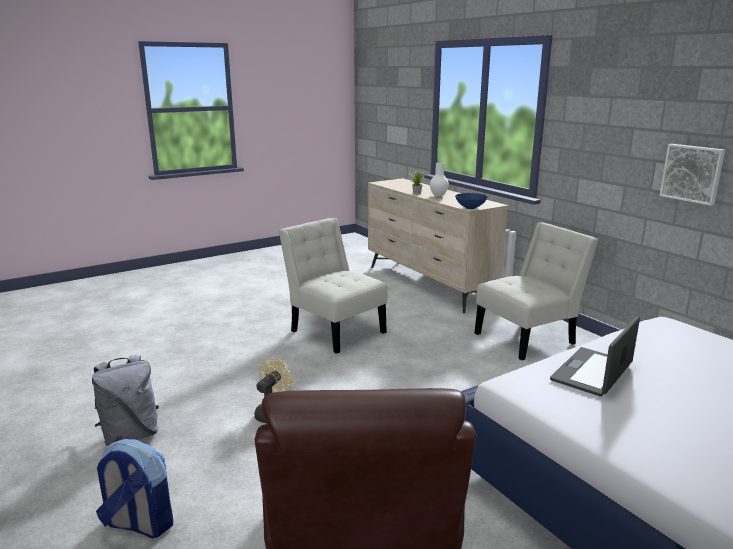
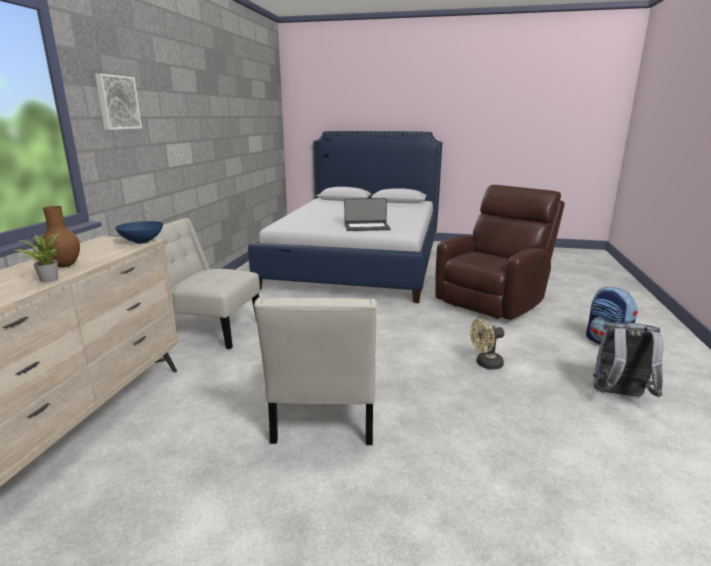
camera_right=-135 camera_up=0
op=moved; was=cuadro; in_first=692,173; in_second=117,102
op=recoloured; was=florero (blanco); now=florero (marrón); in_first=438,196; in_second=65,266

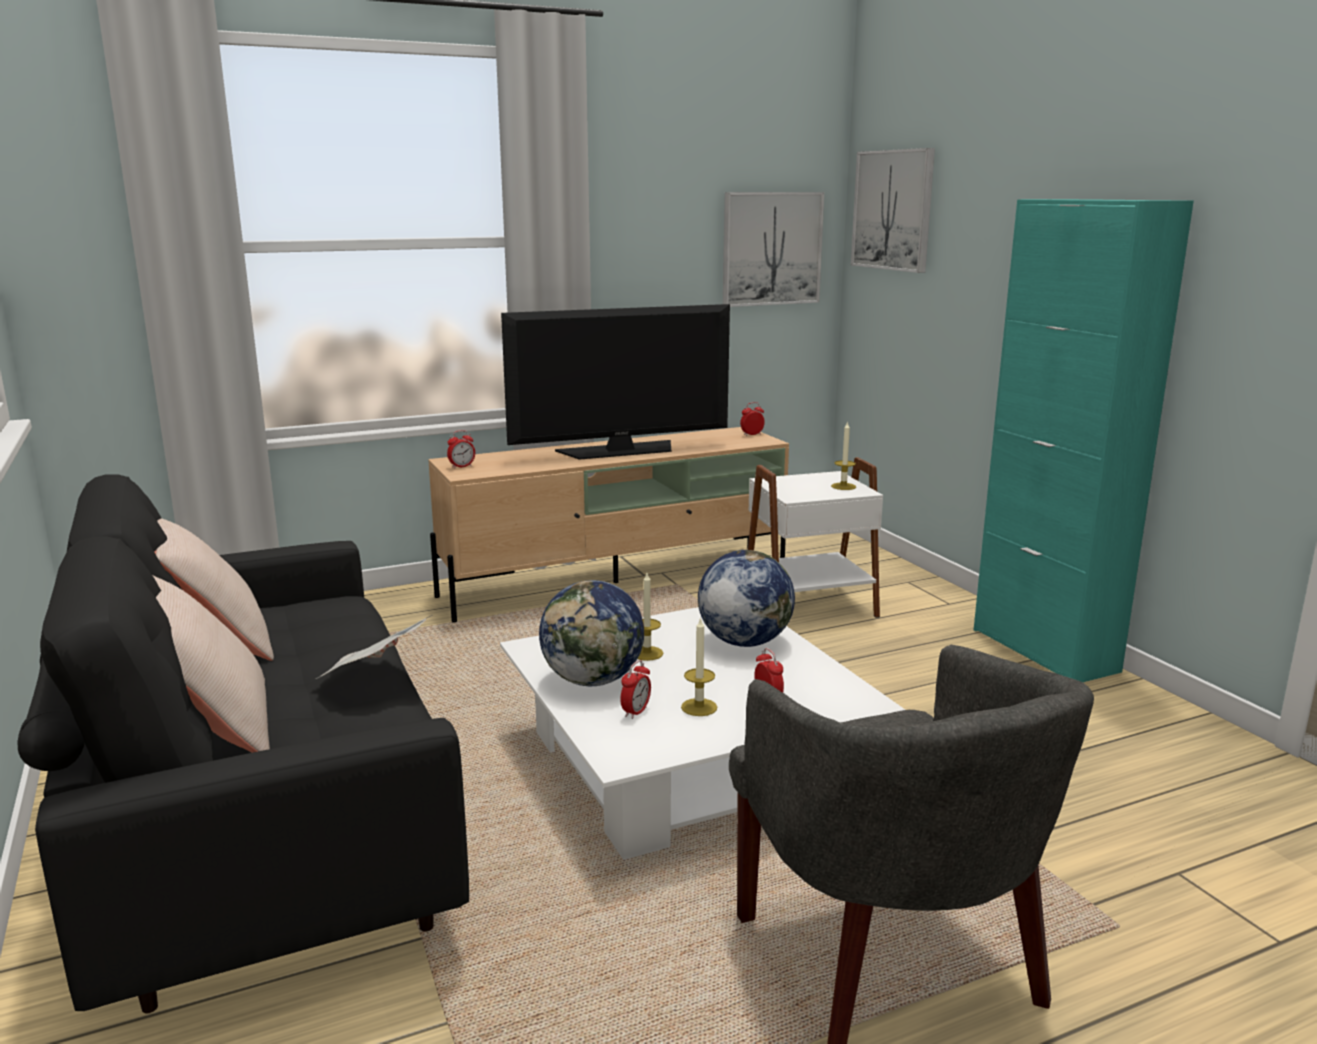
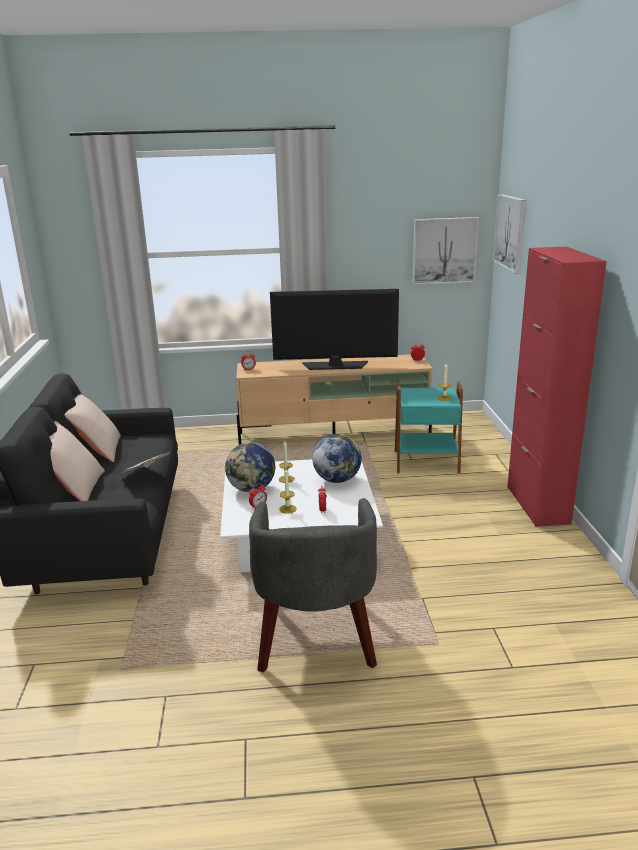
camera_right=20 camera_up=5
op=recoloured; was=mesa auxiliar (blanco); now=mesa auxiliar (turquesa); in_first=808,605; in_second=426,461
op=recoloured; was=armario (turquesa); now=armario (rojo); in_first=1044,650; in_second=537,505

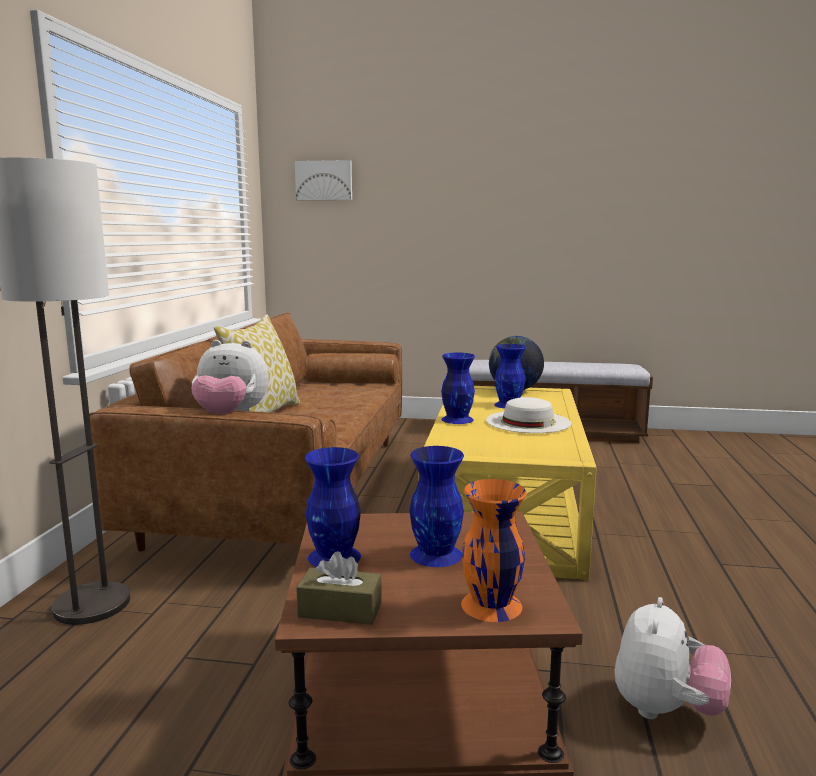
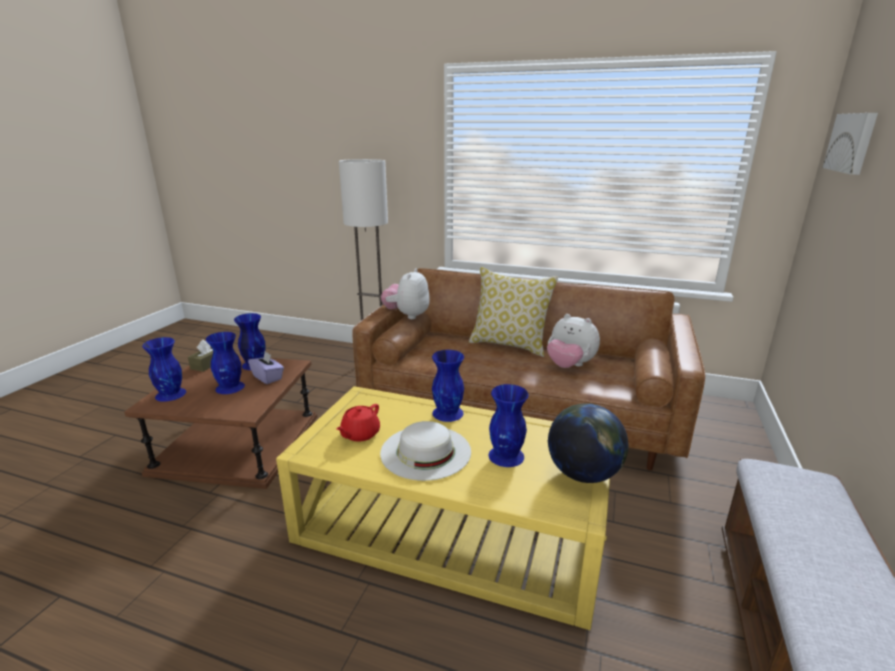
camera_right=100 camera_up=10
op=added; now=caja de pañuelos (morado); in_second=268,377
op=added; now=tetera (rojo); in_second=360,434
op=moved; was=peluche; in_first=665,710; in_second=569,366
op=recoloured; was=florero (naranja); now=florero (azul); in_first=490,605; in_second=171,394

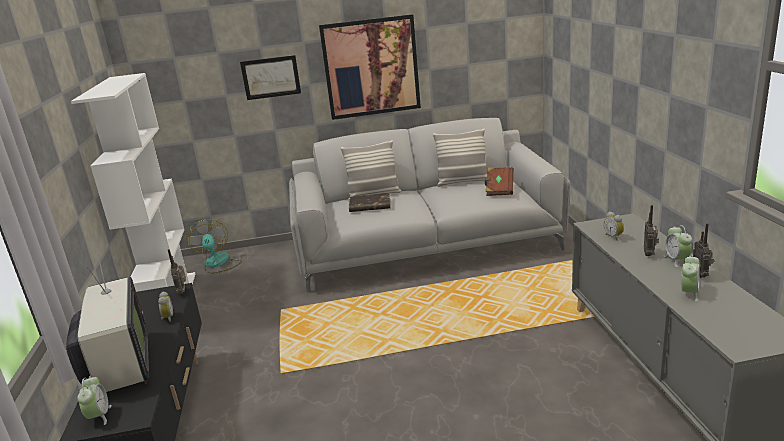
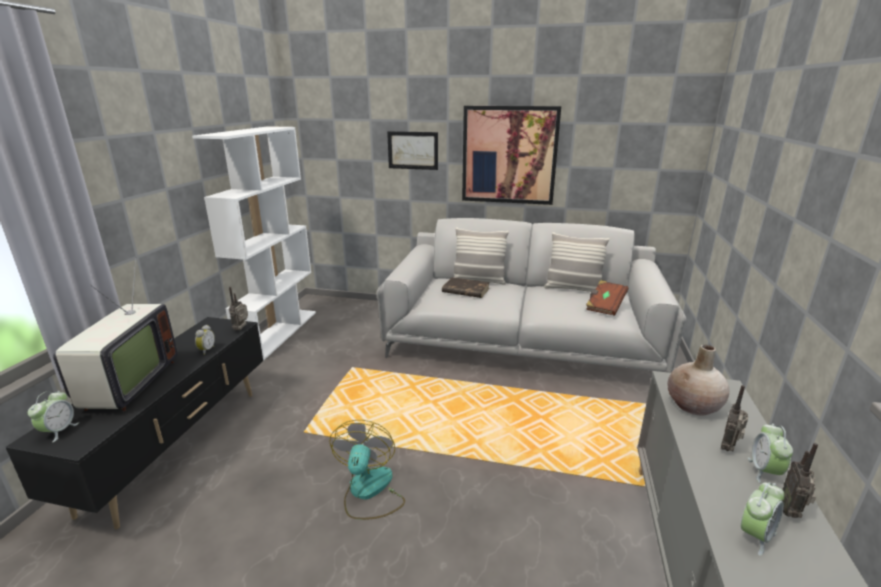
camera_right=20 camera_up=0
op=moved; was=ventilador; in_first=218,264; in_second=368,492
op=replaced; was=despertador; now=florero (beis); in_first=614,237; in_second=693,406

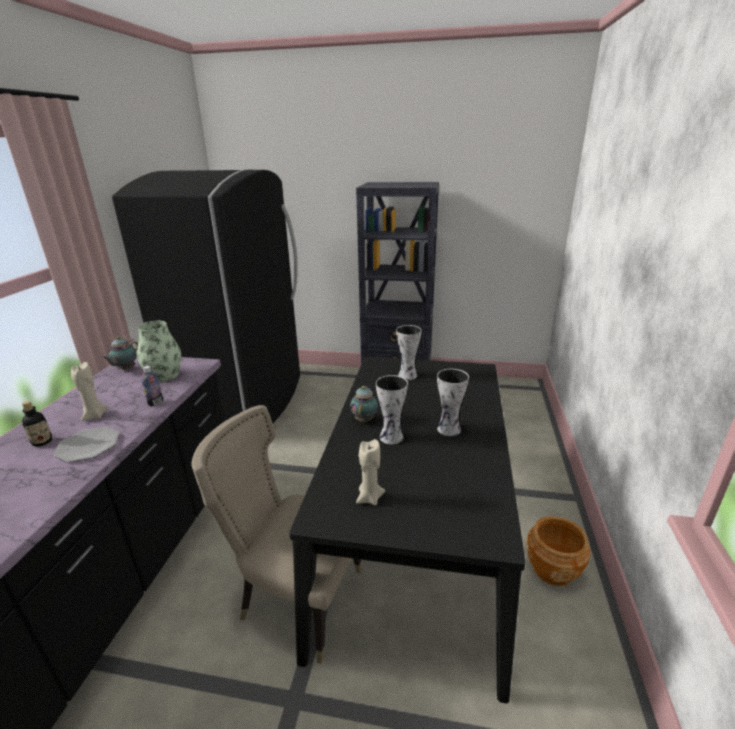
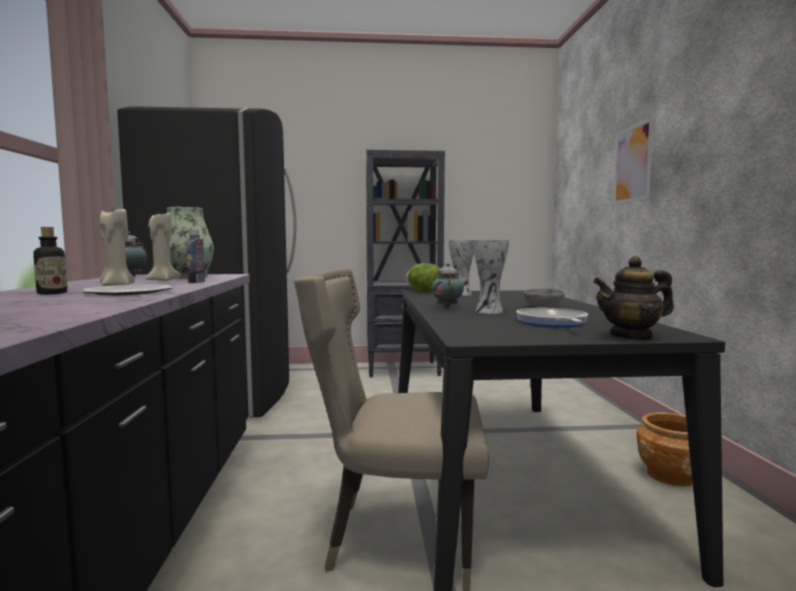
camera_right=-15 camera_up=-20
op=added; now=lechuga; in_second=423,292
op=added; now=sartén; in_second=552,322
op=added; now=tetera; in_second=631,336
op=added; now=cuadro; in_second=633,164
op=moved; was=vela (beis); in_first=369,498; in_second=162,280
op=replaced; was=florero; now=cuenco (gris); in_first=449,430; in_second=544,307

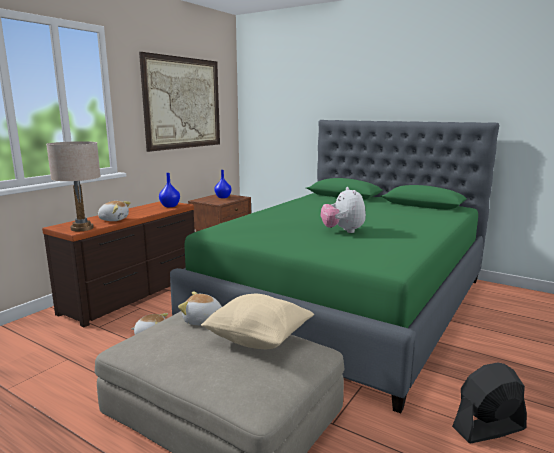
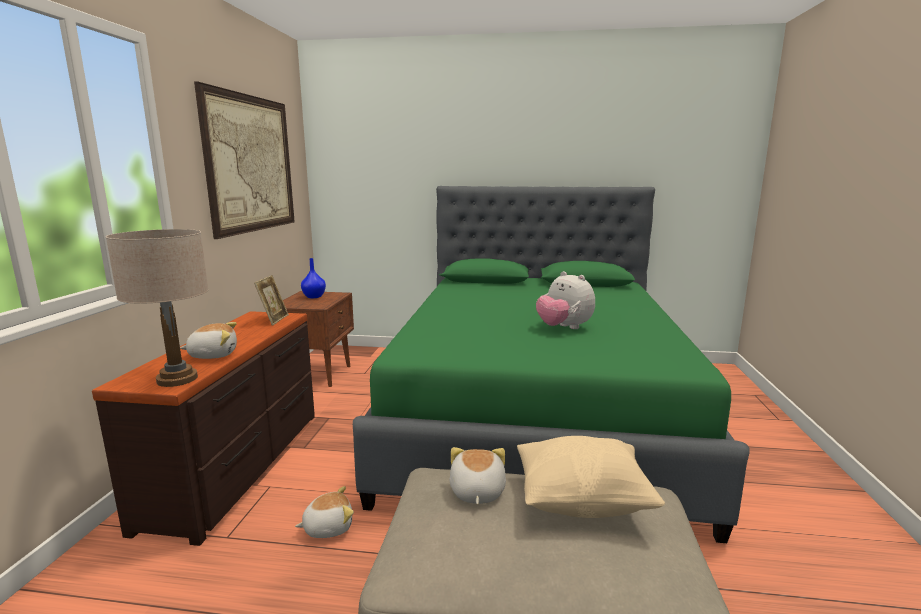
camera_right=-25 camera_up=0
op=removed; was=ventilador (negro); in_first=488,428
op=replaced; was=florero (azul); now=portarretratos; in_first=170,206; in_second=274,320
op=turned; was=peluche; in_first=203,321; in_second=476,492; clockwise=105

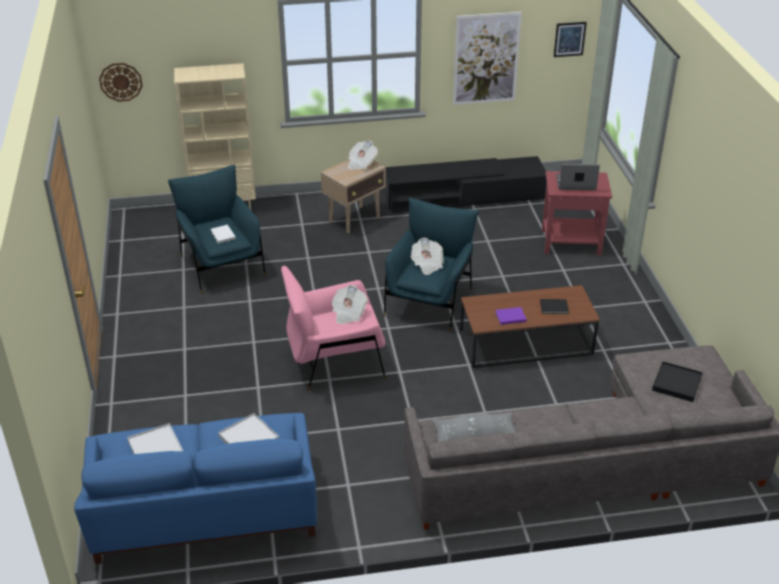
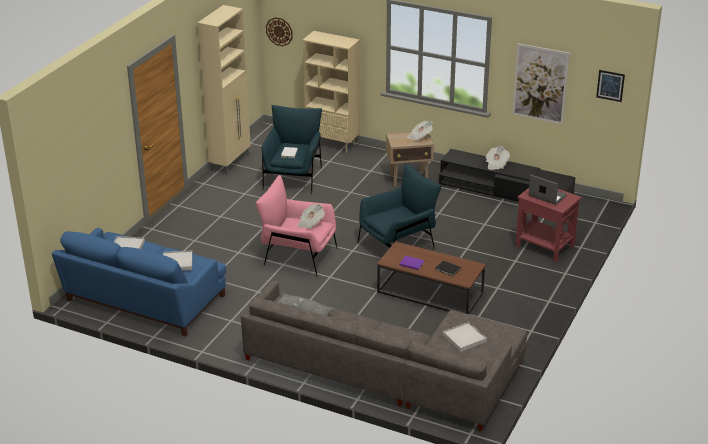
camera_right=35 camera_up=-5
op=added; now=armario (beis); in_second=230,163
op=moved; was=periódico; in_first=427,264; in_second=496,164
op=recoloured; was=bandeja (negro); now=bandeja (blanco); in_first=677,383; in_second=464,338

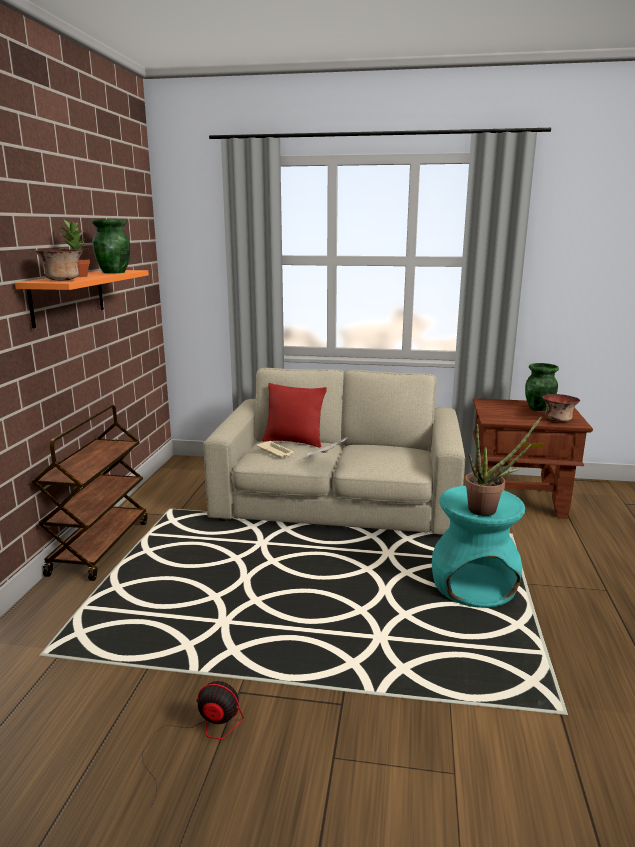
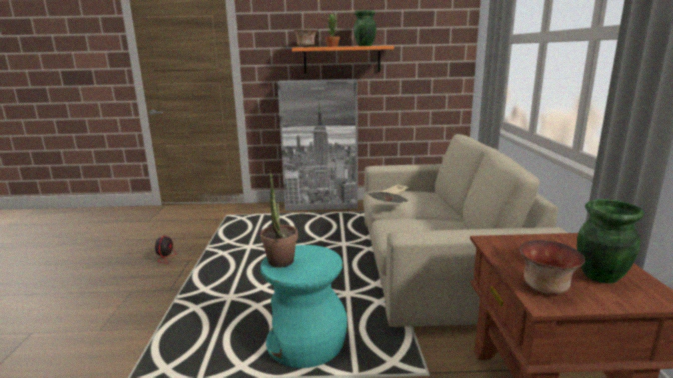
camera_right=80 camera_up=0
op=removed; was=cojín (rojo); in_first=294,441
op=replaced; was=carrito (marrón); now=armario (gris); in_first=100,547; in_second=322,205

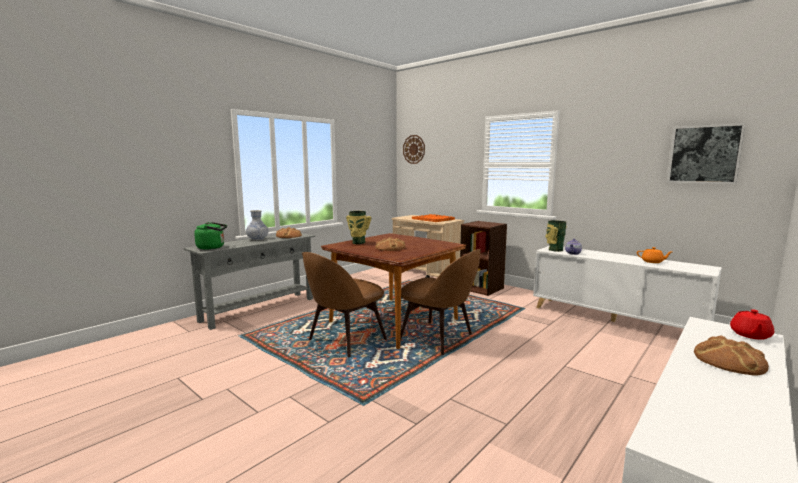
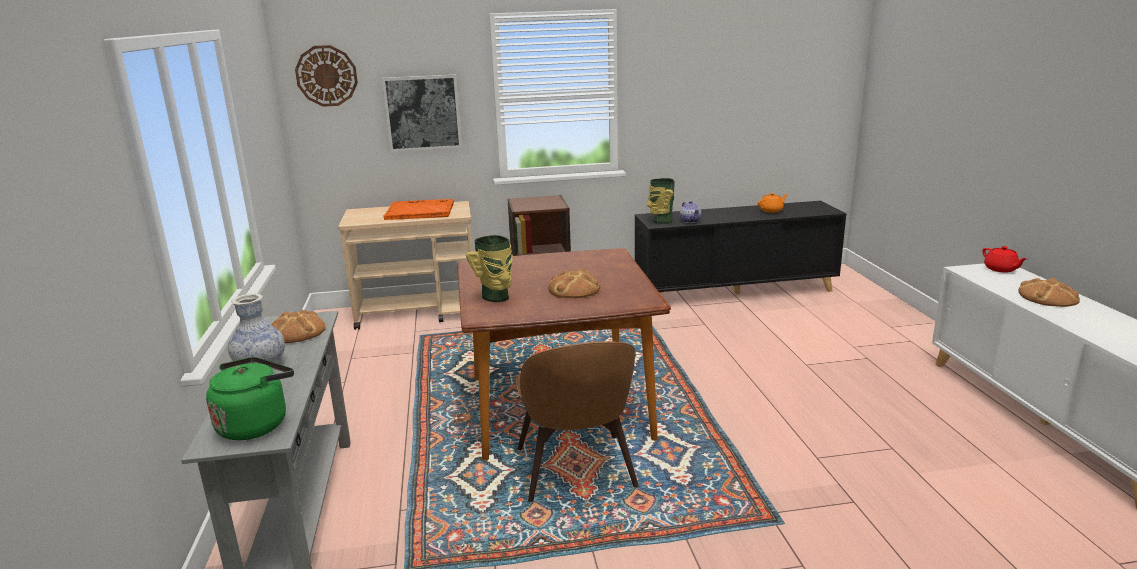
camera_right=-50 camera_up=10
op=removed; was=silla (marrón); in_first=438,339
op=moved; was=cuadro; in_first=704,154; in_second=423,113
op=recoloured; was=armario (blanco); now=armario (negro); in_first=614,320; in_second=735,291

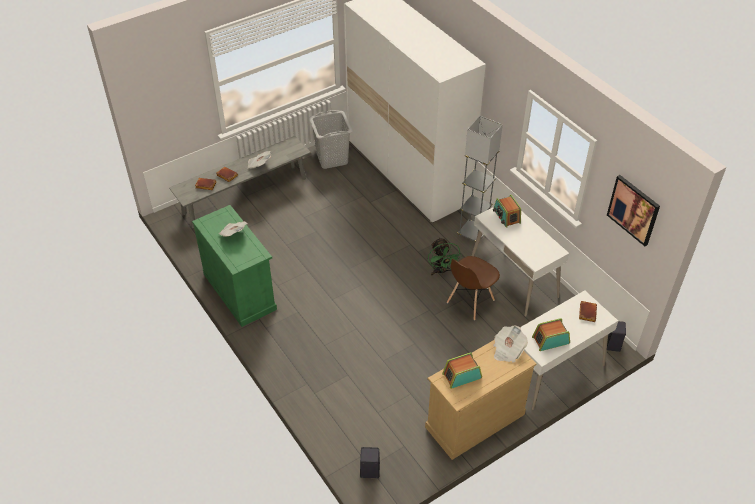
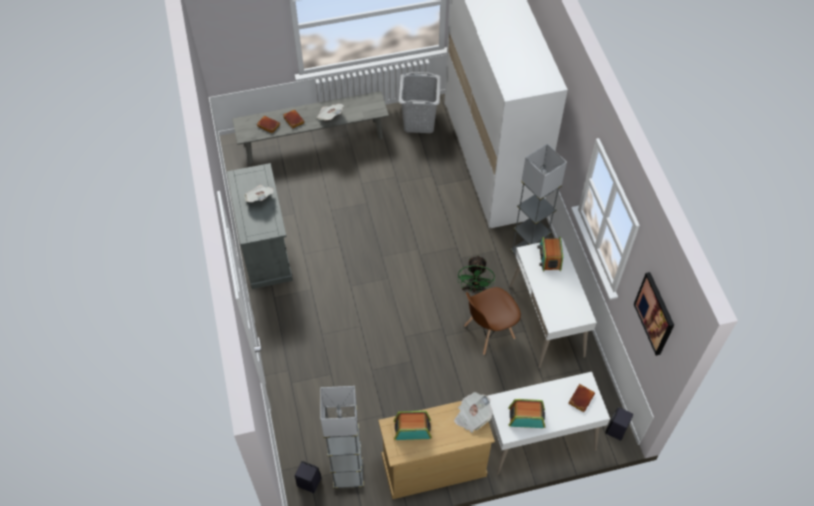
camera_right=20 camera_up=10
op=added; now=lámpara de pie (gris); in_second=348,474
op=recoloured; was=armario (verde); now=armario (gris); in_first=240,291; in_second=265,249

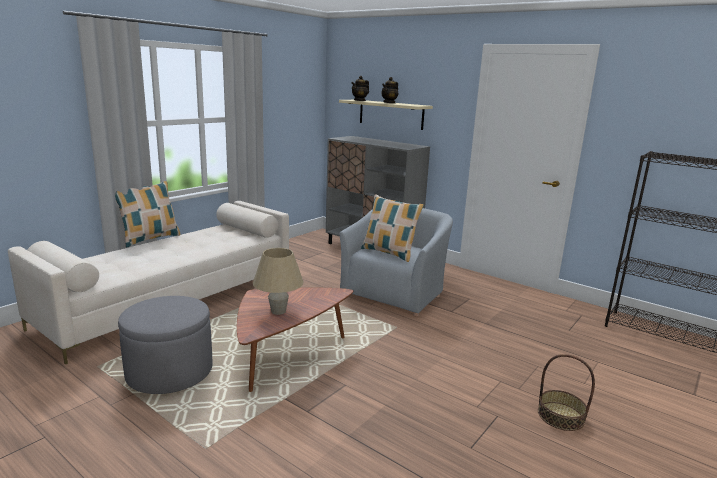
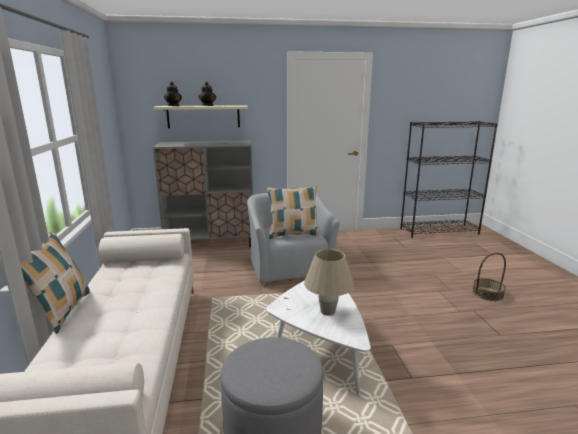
camera_right=-45 camera_up=0
op=recoloured; was=mesa de centro (marrón); now=mesa de centro (blanco); in_first=285,354; in_second=319,350

